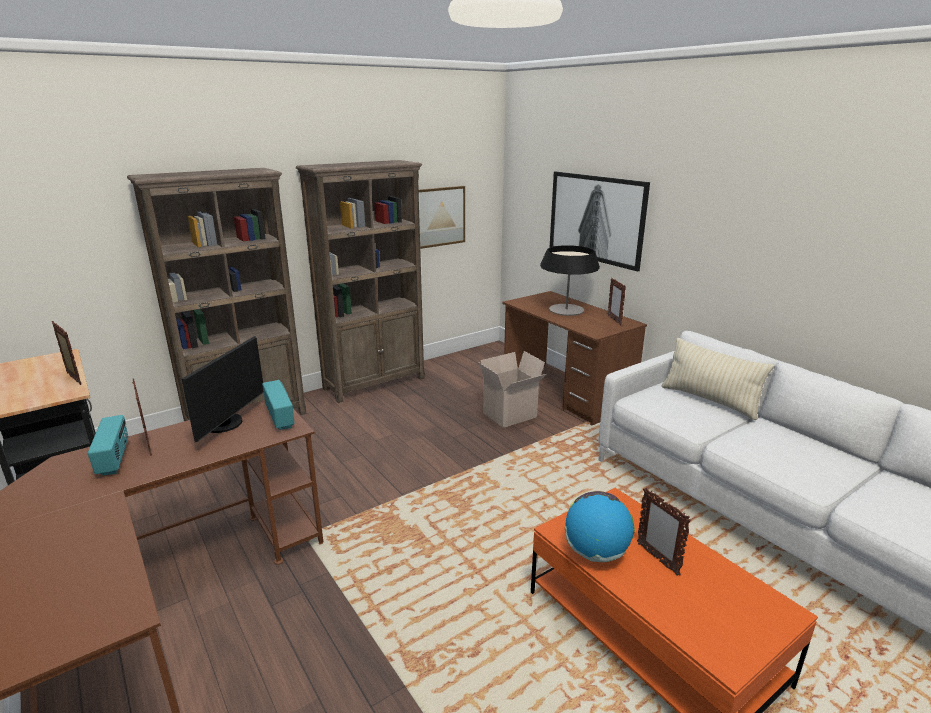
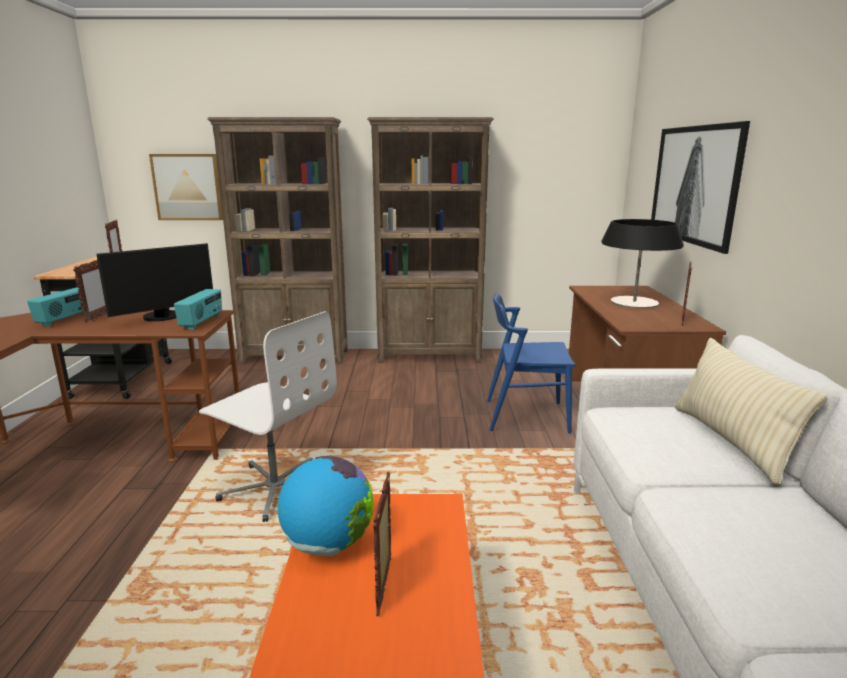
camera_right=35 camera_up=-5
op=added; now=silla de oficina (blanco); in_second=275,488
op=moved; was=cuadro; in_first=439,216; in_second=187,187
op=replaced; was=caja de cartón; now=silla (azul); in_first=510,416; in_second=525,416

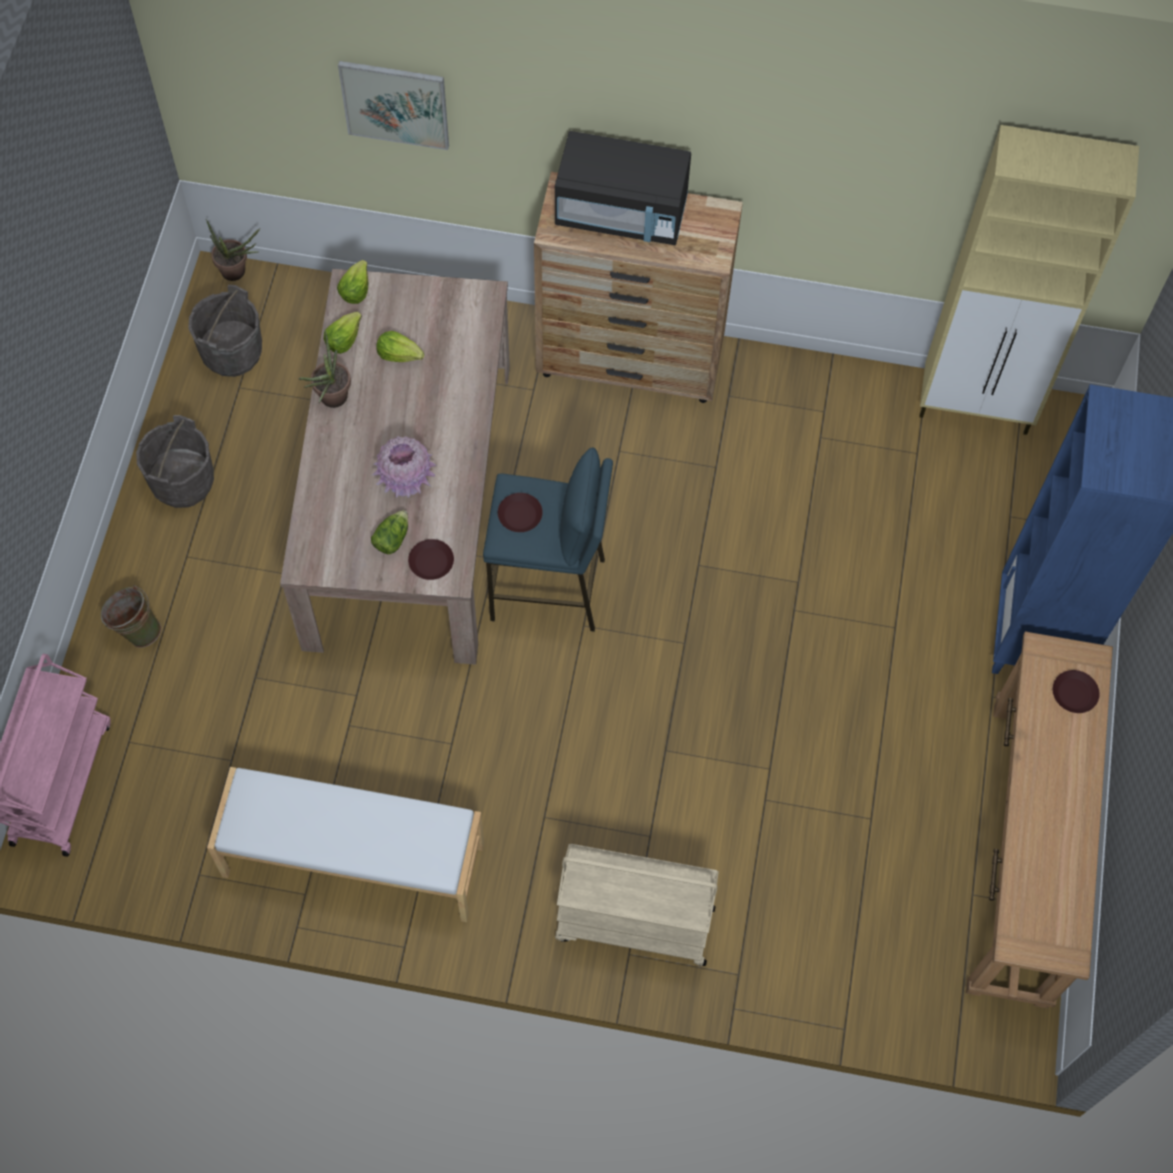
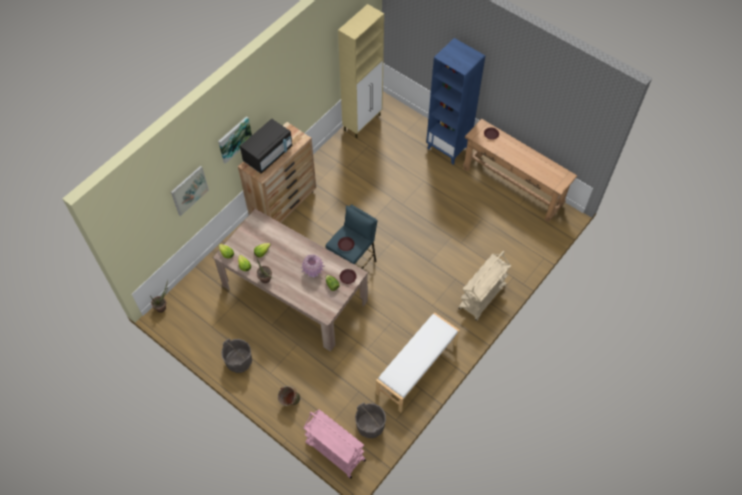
camera_right=-60 camera_up=-5
op=added; now=cuadro; in_second=234,139
op=moved; was=cubo (gris); in_first=232,353; in_second=370,426

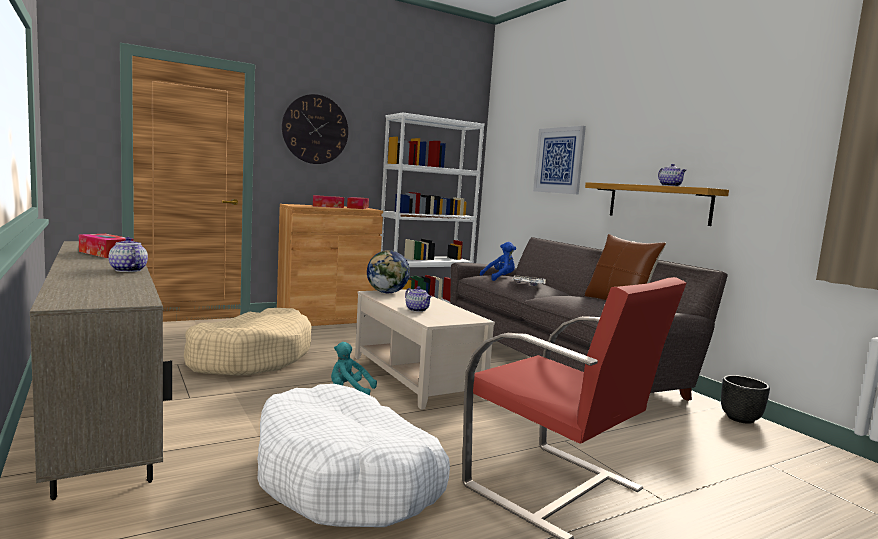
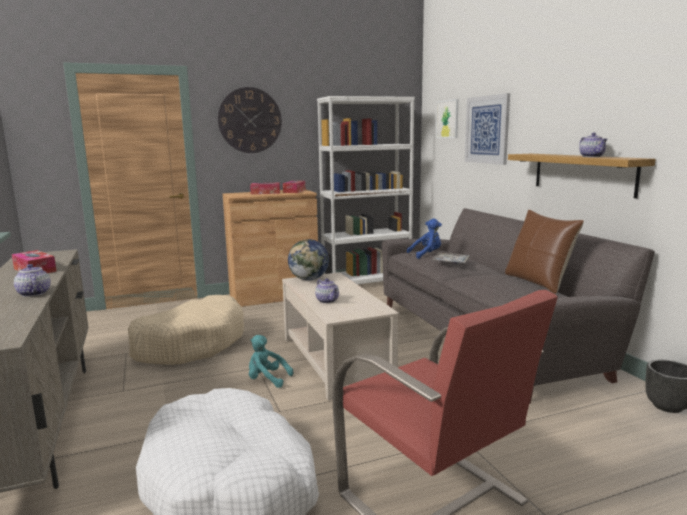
camera_right=10 camera_up=5
op=added; now=cuadro; in_second=447,119

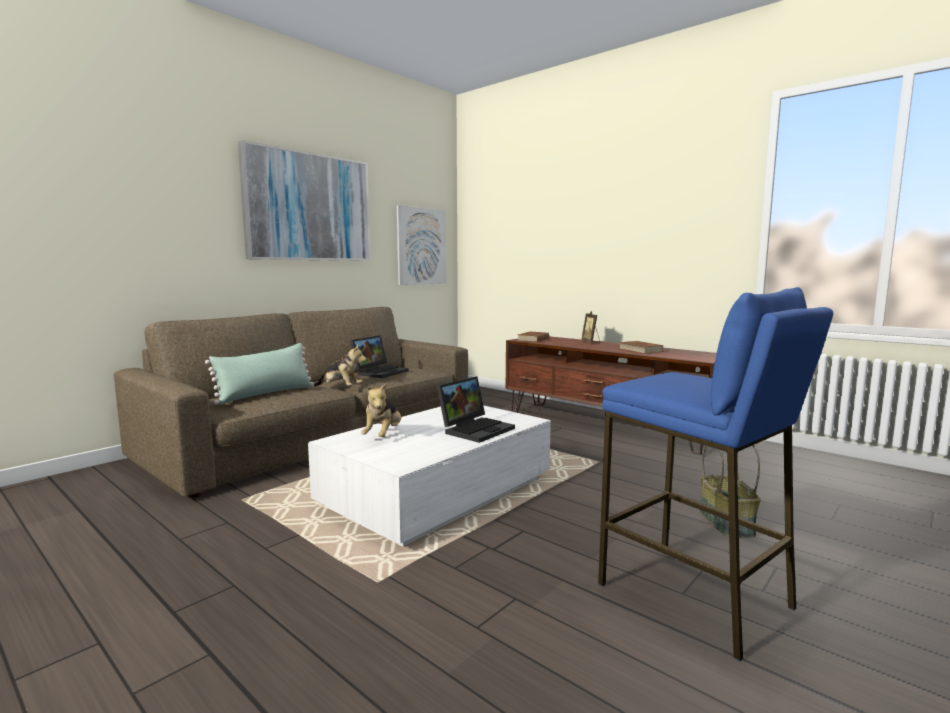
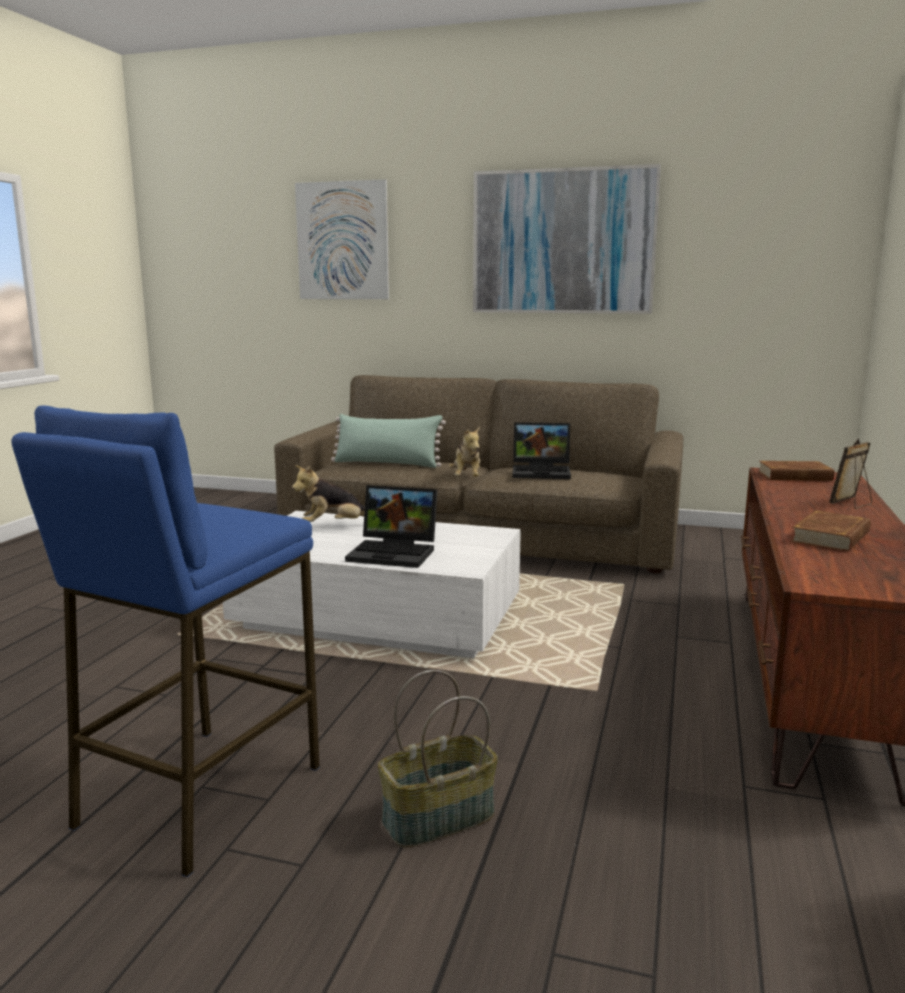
camera_right=65 camera_up=5
op=moved; was=cuadro; in_first=422,246; in_second=342,241

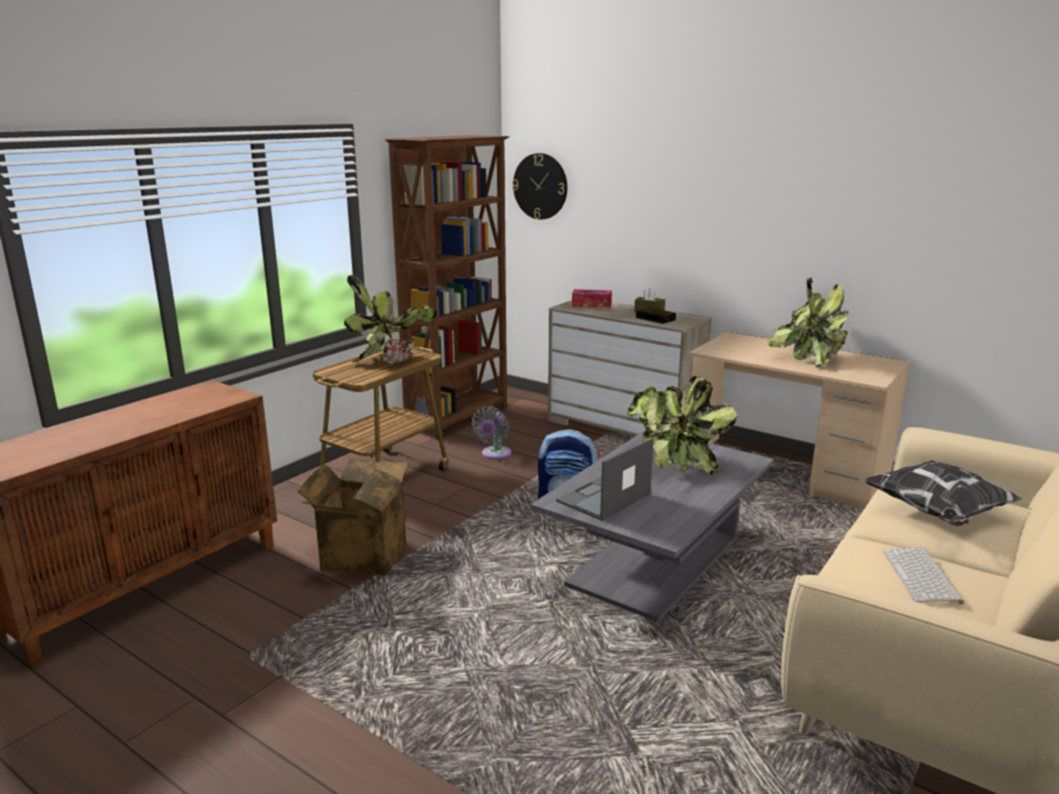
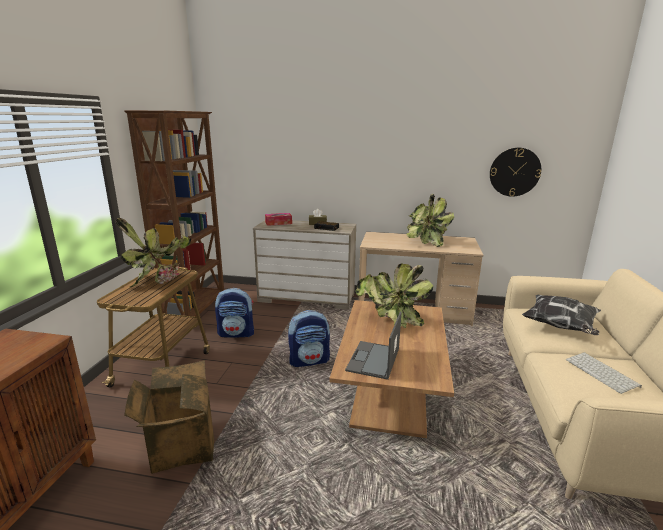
camera_right=-25 camera_up=0
op=moved; was=reloj de pared; in_first=540,186; in_second=514,172
op=replaced; was=ventilador (gris); now=mochila; in_first=494,454; in_second=237,333
op=recoloured; was=mesa de centro (gris); now=mesa de centro (marrón); in_first=654,562; in_second=390,390

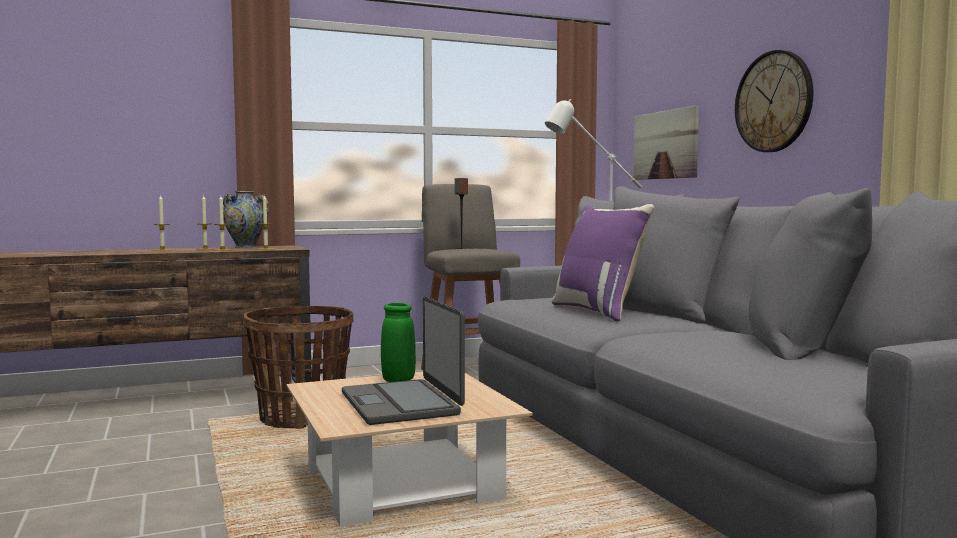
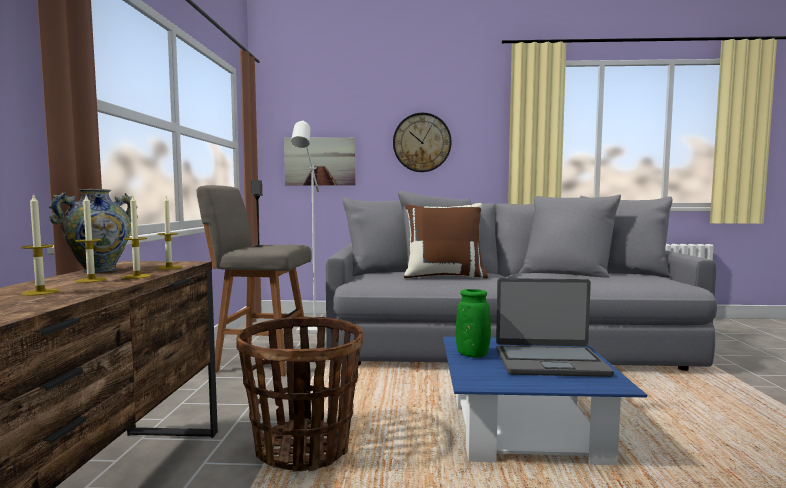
camera_right=-65 camera_up=0
op=recoloured; was=mesa de centro (beis); now=mesa de centro (azul); in_first=401,483; in_second=525,429
op=recoloured; was=cojín (morado); now=cojín (marrón); in_first=599,311; in_second=444,276

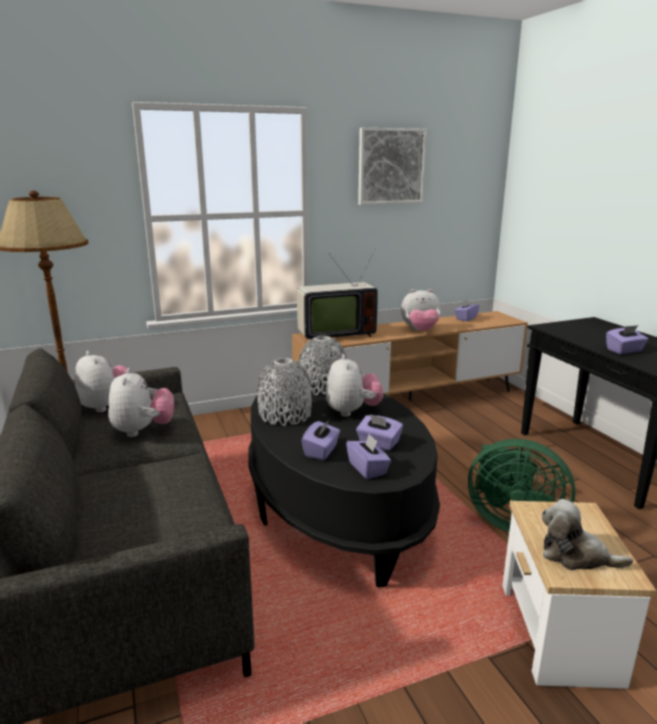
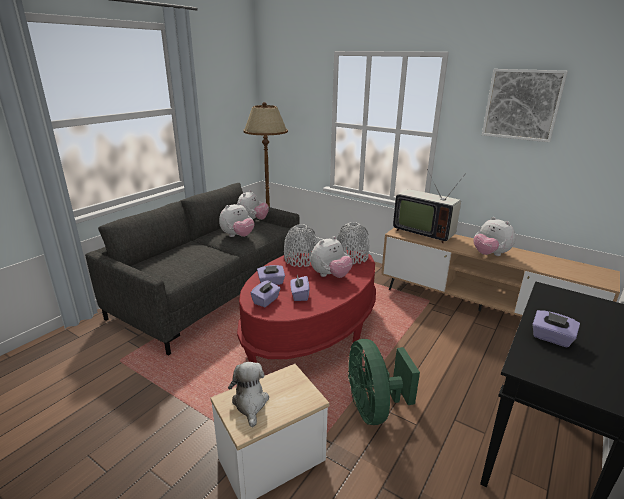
camera_right=55 camera_up=5
op=removed; was=caja de pañuelos (morado); in_first=466,318
op=recoloured; was=mesa de centro (negro); now=mesa de centro (rojo); in_first=336,506; in_second=311,330

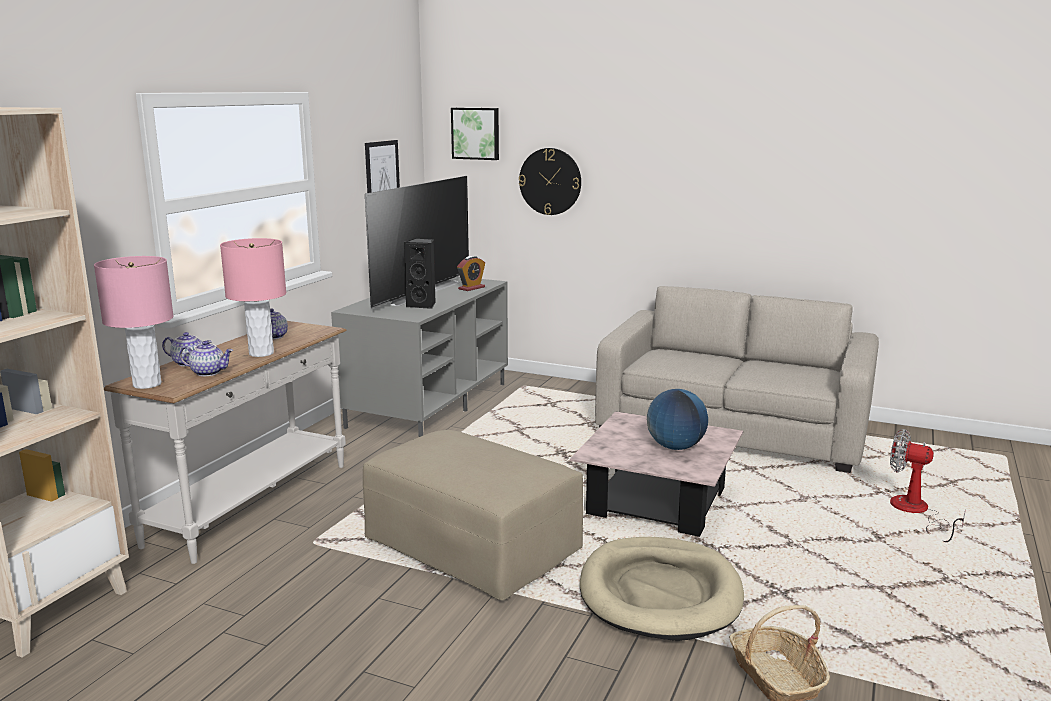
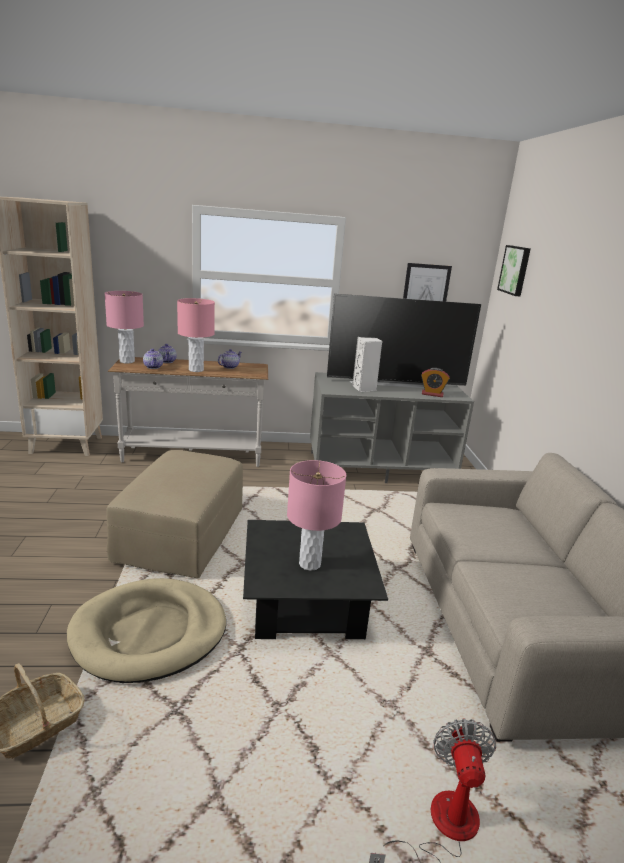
camera_right=60 camera_up=5
op=removed; was=reloj de pared; in_first=550,181
op=replaced; was=globo terráqueo; now=lámpara de mesa (rosa); in_first=675,447; in_second=310,564
op=recoloured; was=altavoz (negro); now=altavoz (blanco); in_first=423,305; in_second=364,389
op=recoloured; was=mesa de centro (rosa); now=mesa de centro (negro); in_first=657,501; in_second=306,603

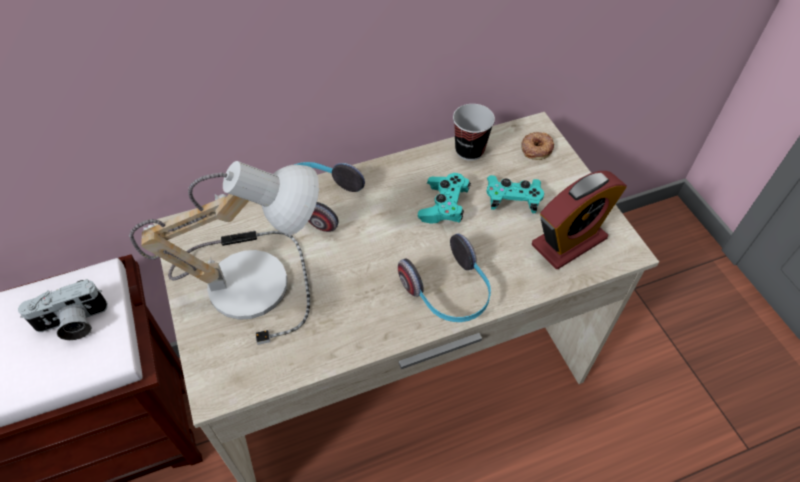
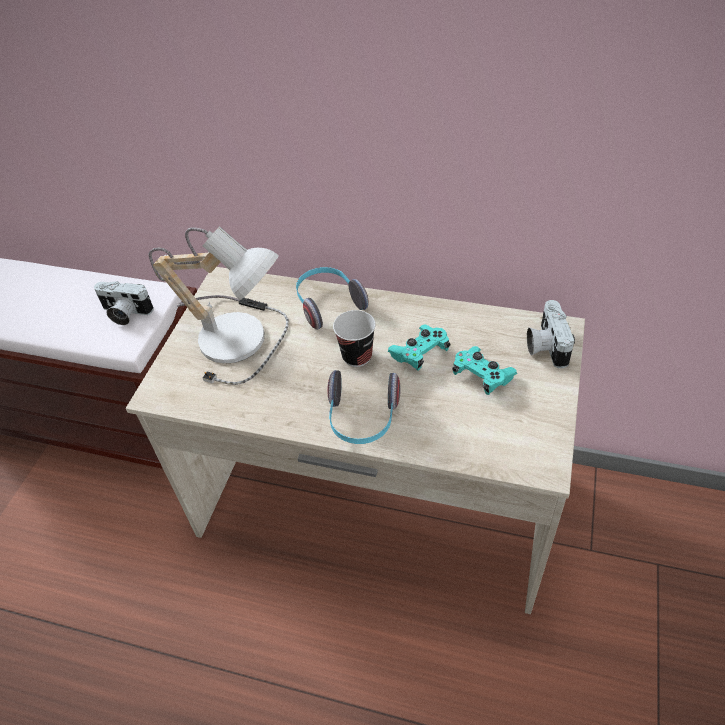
camera_right=40 camera_up=-5
op=removed; was=despertador; in_first=569,241
op=moved; was=taza; in_first=469,150; in_second=357,356
op=replaced; was=rosquilla; now=cámara; in_first=536,148; in_second=545,345

